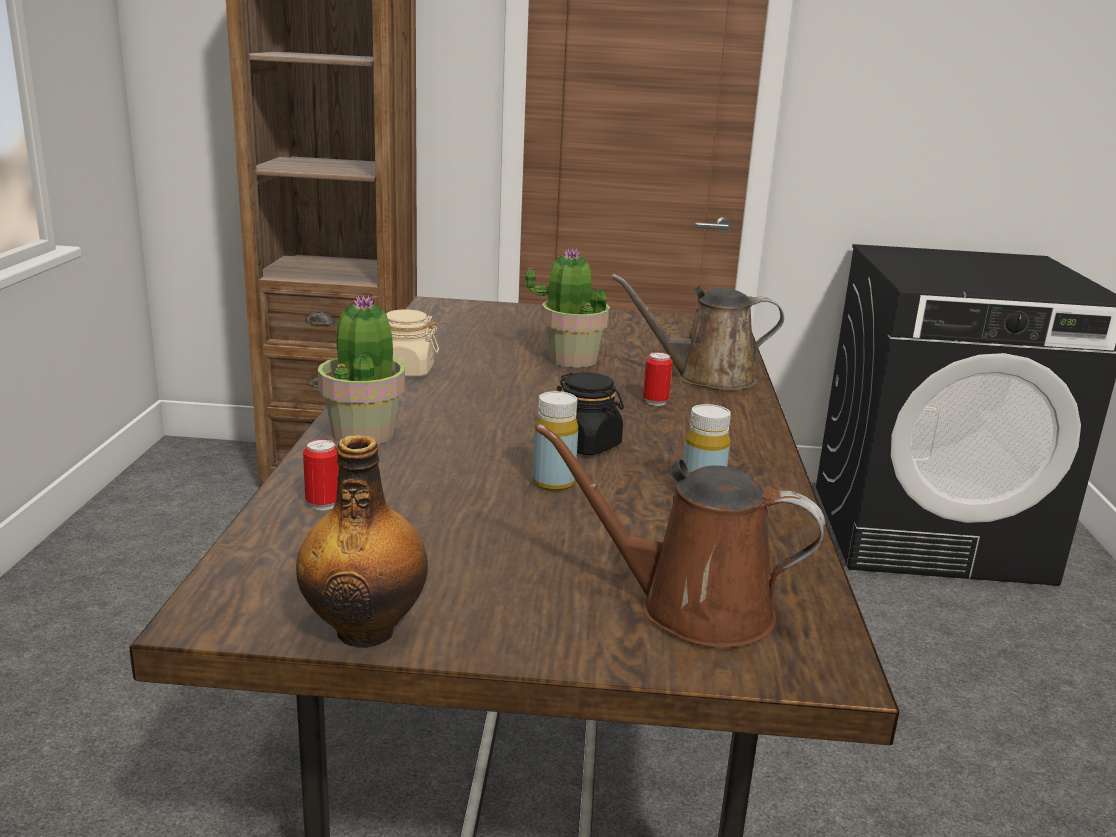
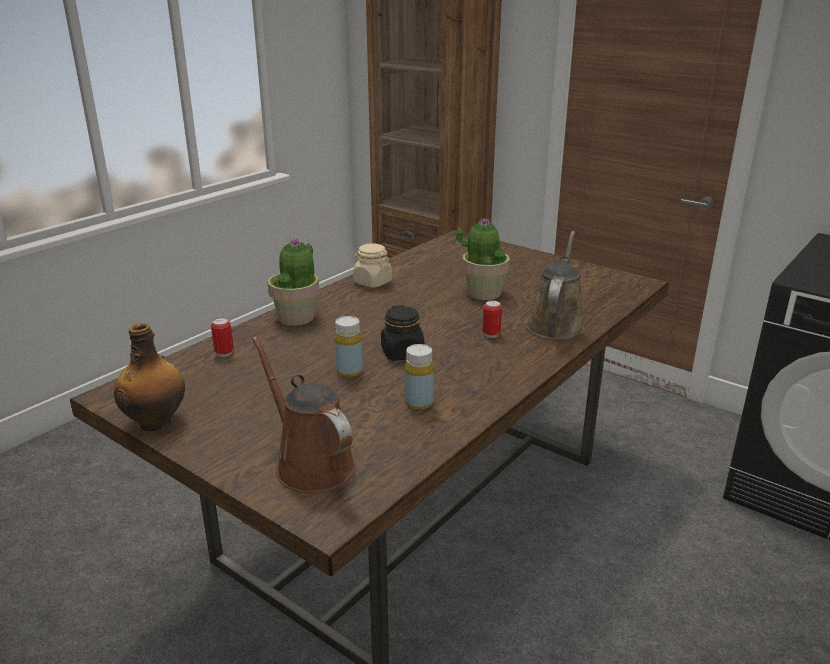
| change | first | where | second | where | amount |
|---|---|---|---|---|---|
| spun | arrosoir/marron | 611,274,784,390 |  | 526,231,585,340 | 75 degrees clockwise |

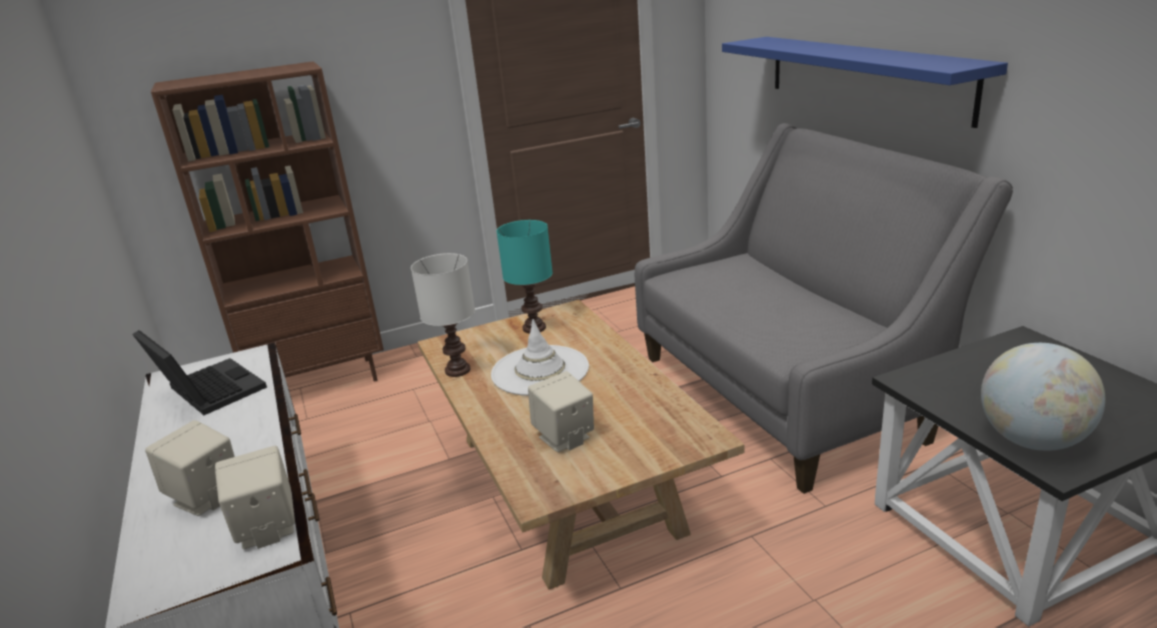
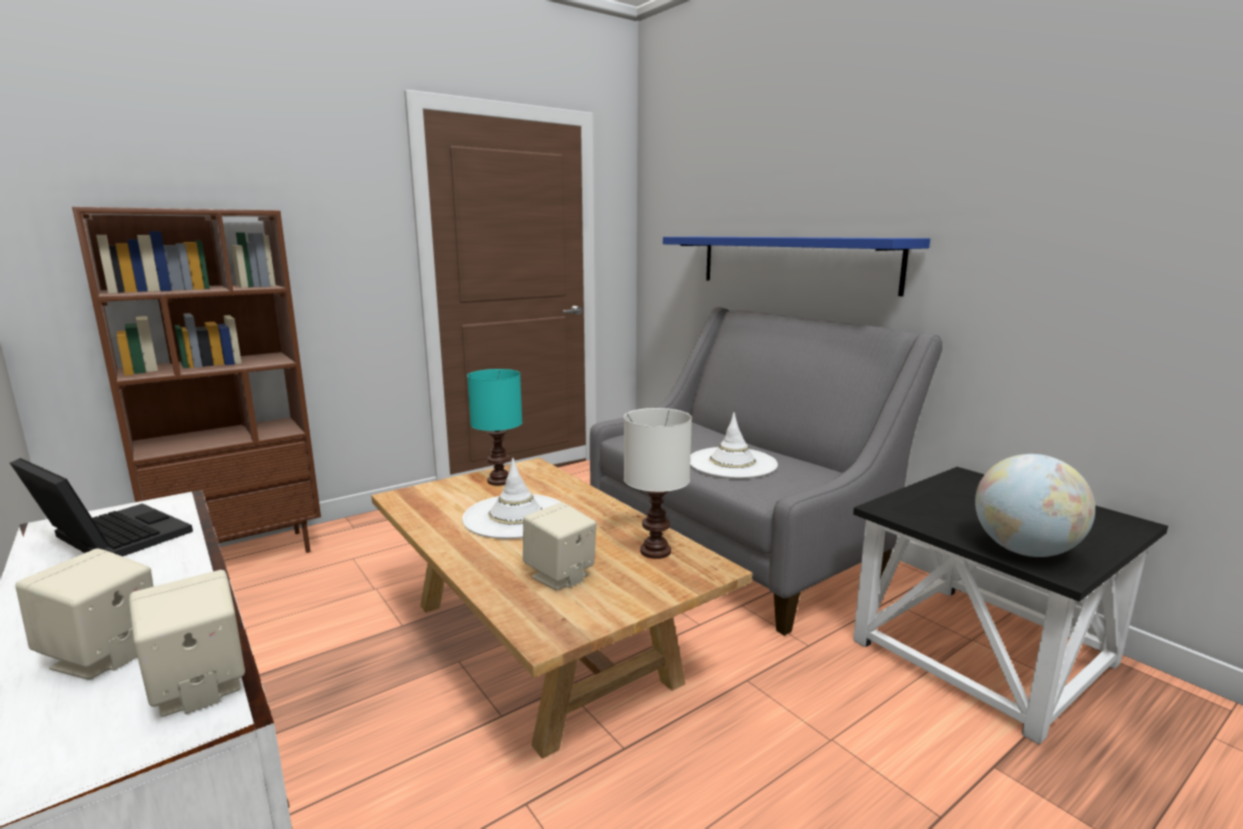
| change | first | where | second | where | amount |
|---|---|---|---|---|---|
| relocated | lampe de table/blanc | 411,253,475,377 |  | 624,408,692,559 |  |
| appeared |  |  | chapeau/blanc | 690,412,778,478 |  |

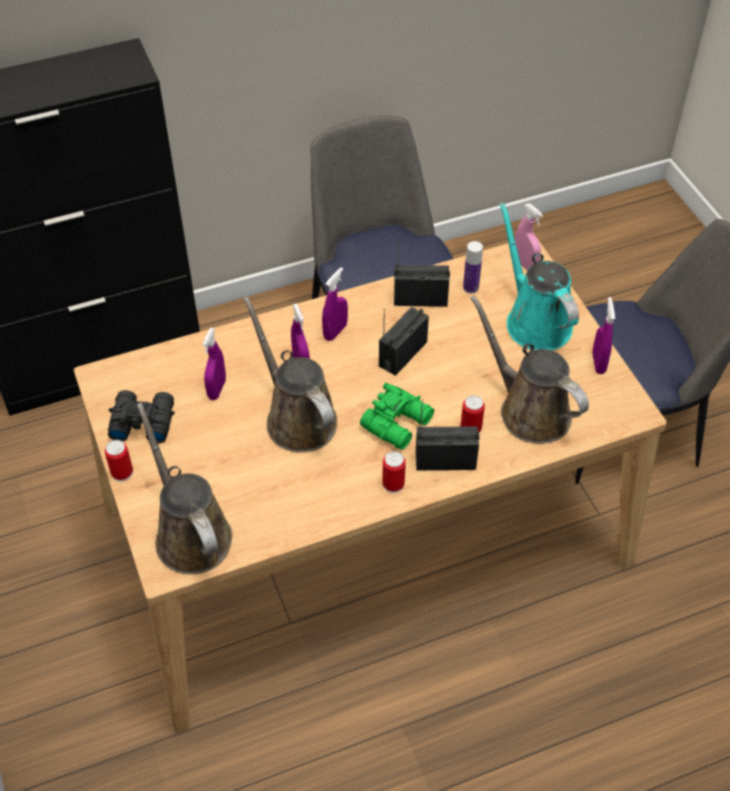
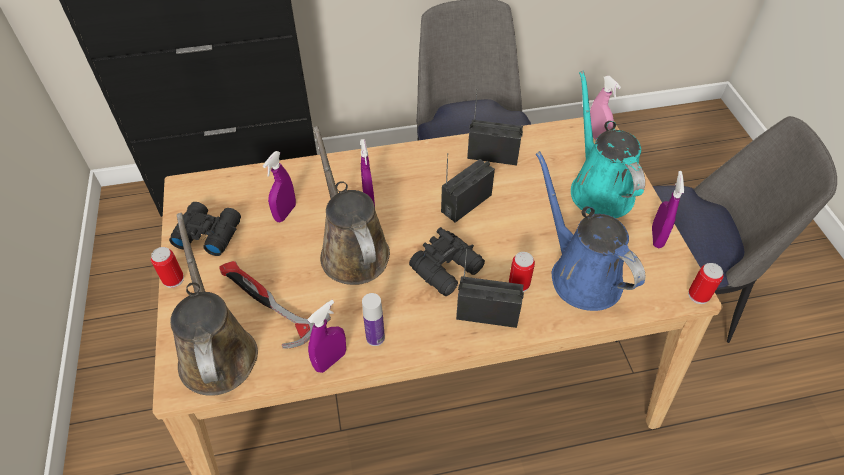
| change | first | where | second | where | amount |
|---|---|---|---|---|---|
| appeared |  |  | marteau | 219,261,331,349 |  |
| relocated | vaporisateur/violet | 322,267,348,341 |  | 307,300,346,373 |  |
| relocated | bouteille | 463,241,483,294 |  | 362,293,385,346 |  |
| colour | jumelles/vert | 360,382,434,450 | jumelles/noir | 409,227,485,296 |  |
| colour | arrosoir/marron | 470,295,589,444 | arrosoir/bleu | 536,151,645,311 |  |
| relocated | boîte métallique | 382,451,406,493 |  | 688,263,723,304 |  |

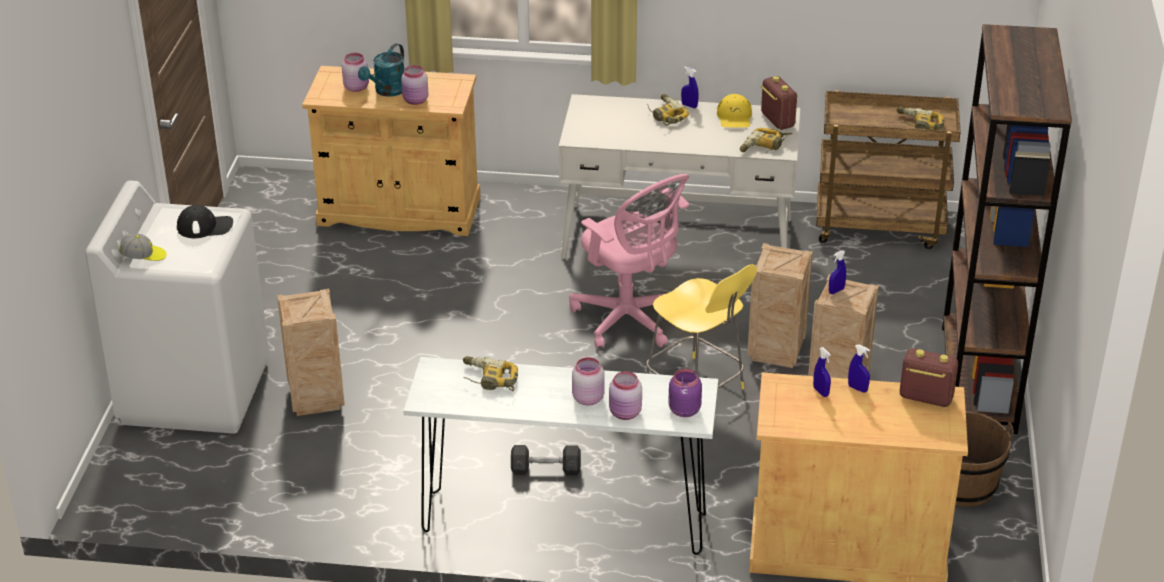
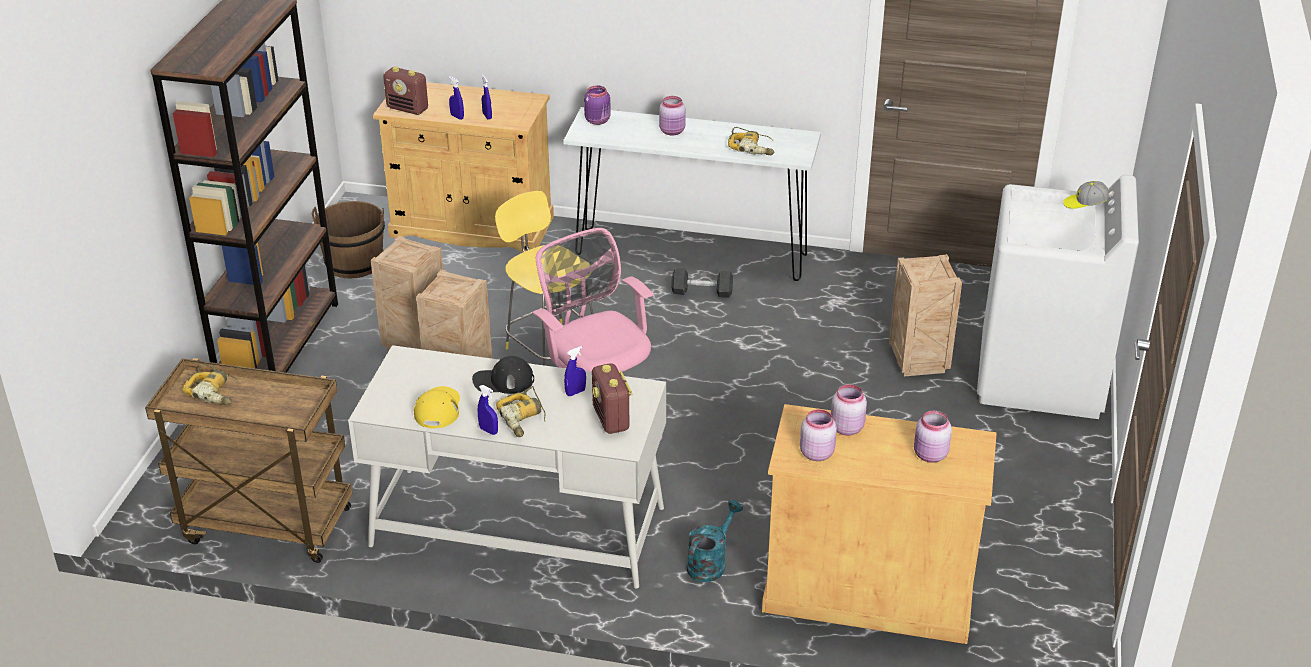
| change | first | where | second | where | amount |
|---|---|---|---|---|---|
| relocated | casquette/noir | 177,205,233,238 |  | 472,356,534,394 |  |
| relocated | vaporisateur/bleu | 829,250,846,294 |  | 564,346,586,396 |  |
| relocated | radio | 760,76,797,130 |  | 592,363,633,434 |  |
| relocated | arrosoir/turquoise | 358,43,404,97 |  | 687,500,743,582 |  |
| relocated | bocal/rose | 609,371,642,420 |  | 800,409,837,461 |  |
| missing | perceuse | 740,128,792,153 |  |  |  |

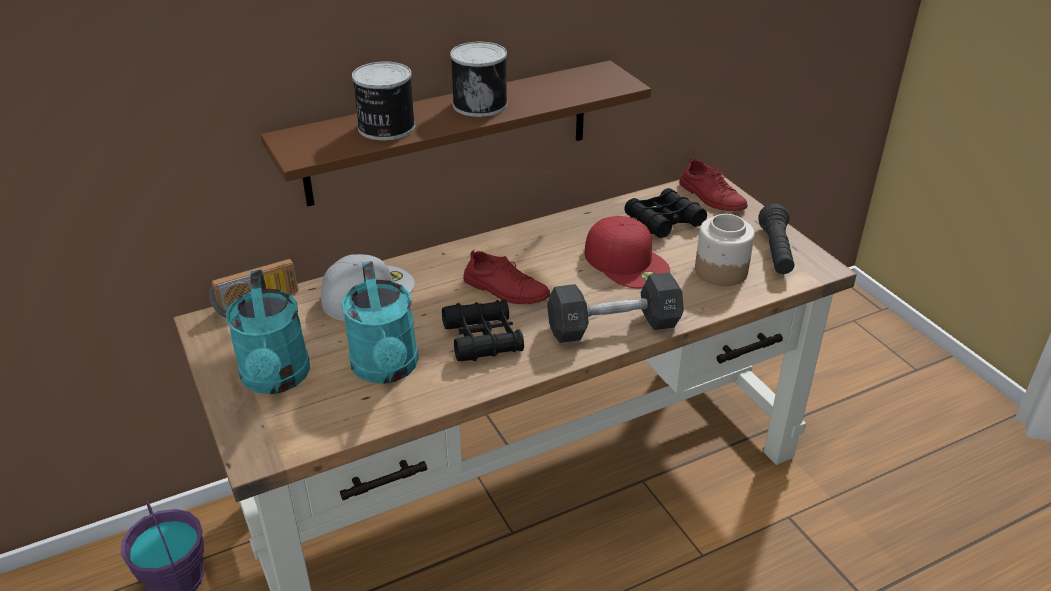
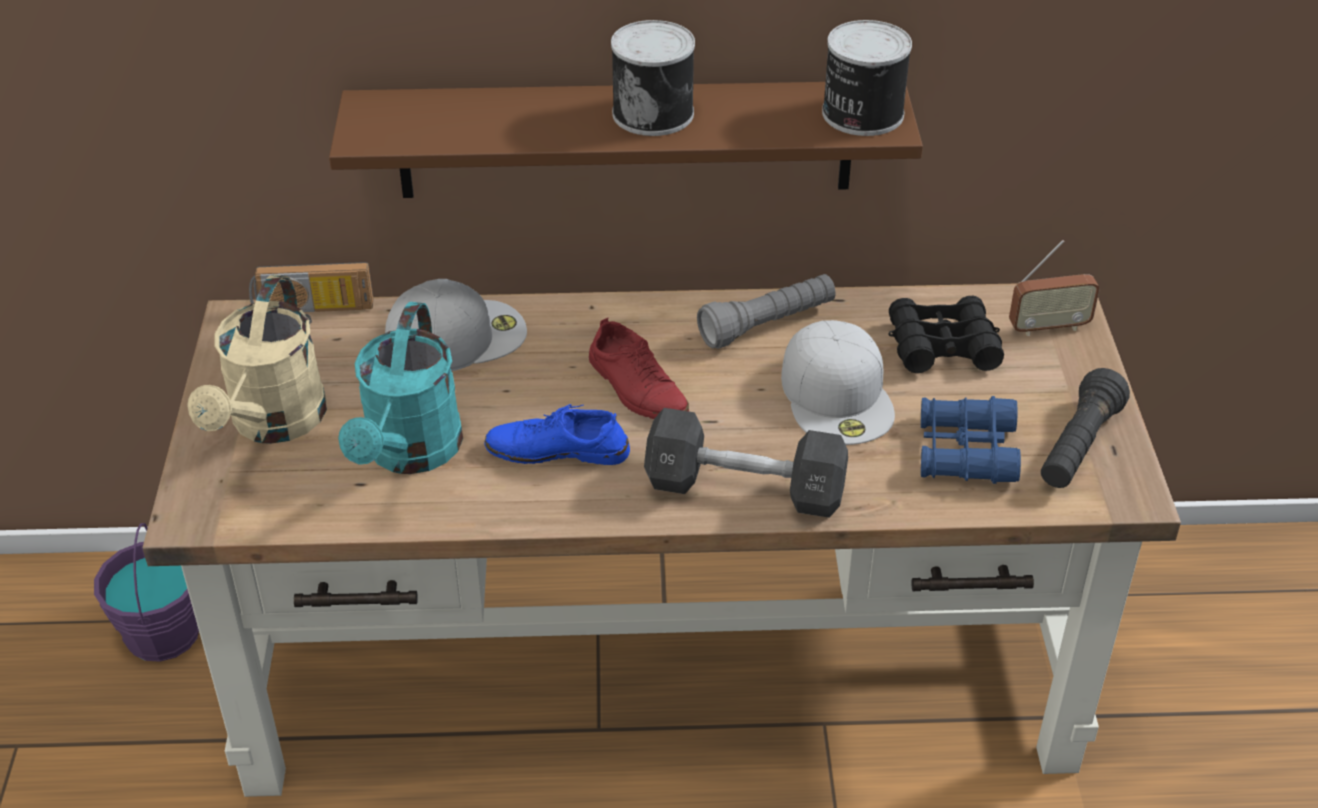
| change | first | where | second | where | amount |
|---|---|---|---|---|---|
| colour | arrosoir/turquoise | 226,270,310,394 | arrosoir/beige | 187,274,327,444 |  |
| exchanged | jumelles/noir | 442,299,524,361 | chaussure/bleu | 484,404,630,465 |  |
| appeared |  |  | lampe de poche/gris | 697,274,835,349 |  |
| colour | casquette/rouge | 585,216,670,288 | casquette/blanc | 781,320,895,445 |  |
| relocated | boîte métallique | 352,62,415,141 |  | 822,20,912,136 |  |
| exchanged | bocal | 695,214,755,286 | jumelles/bleu | 921,396,1021,484 |  |
| exchanged | chaussure/rouge | 679,157,748,211 | radio | 1009,240,1100,336 |  |

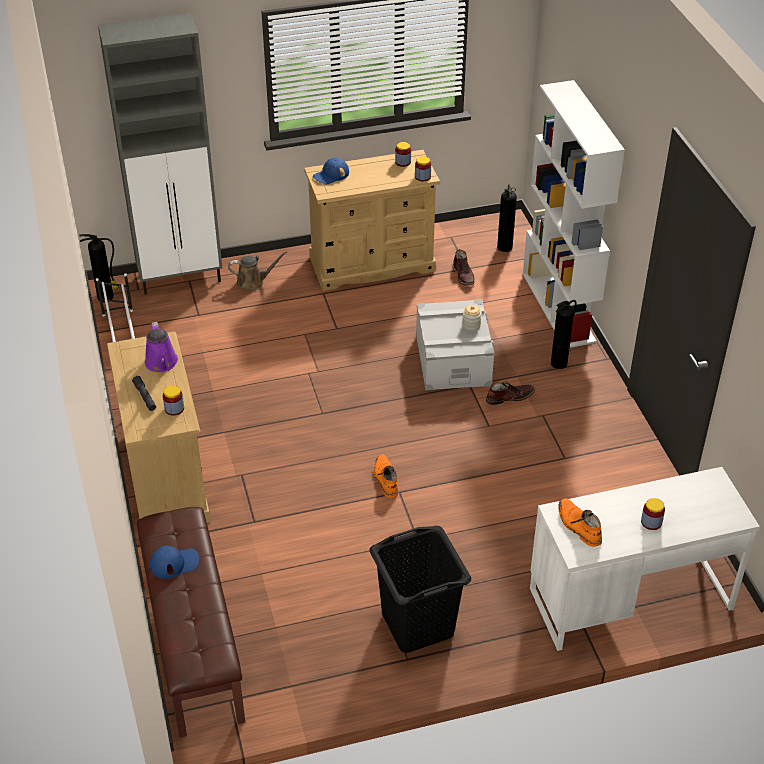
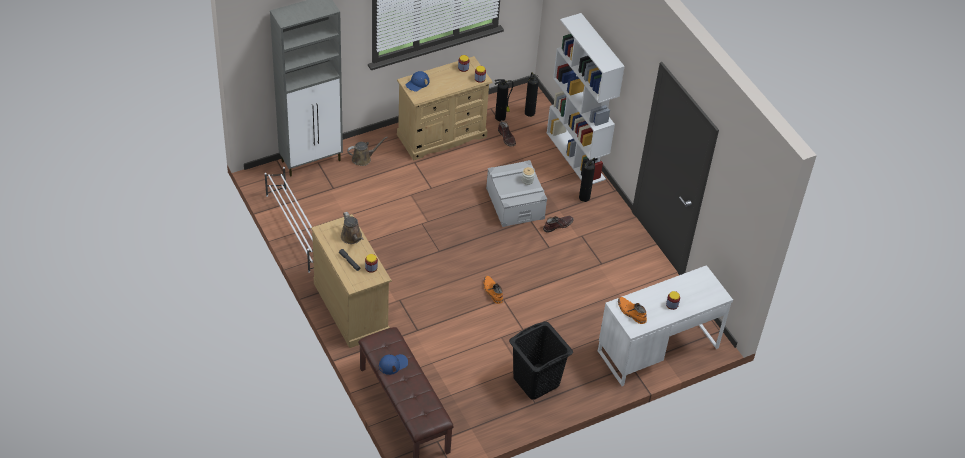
| change | first | where | second | where | amount |
|---|---|---|---|---|---|
| colour | arrosoir/violet | 145,322,178,372 | arrosoir/marron | 341,212,364,244 |  |
| relocated | extincteur | 79,234,119,302 |  | 494,79,513,121 |  |

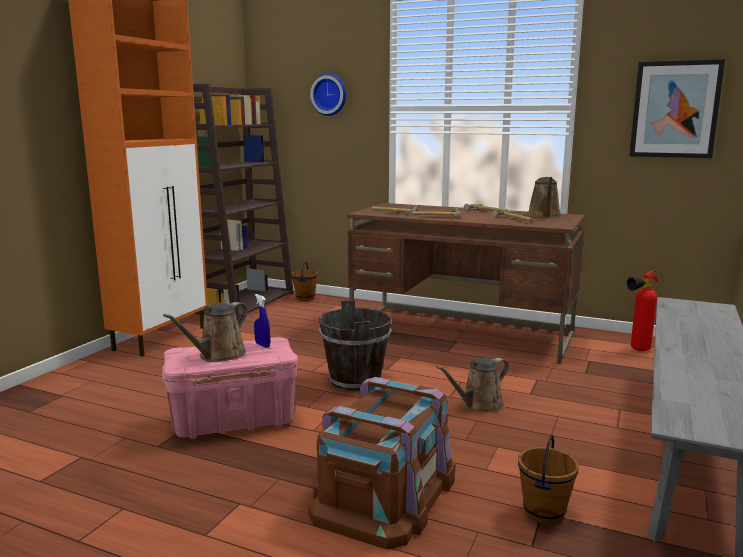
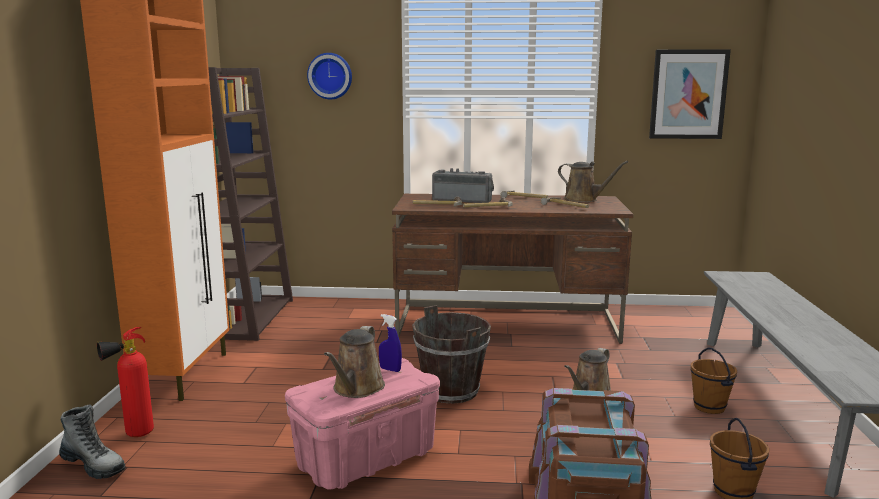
| change | first | where | second | where | amount |
|---|---|---|---|---|---|
| appeared |  |  | botte | 59,405,126,479 |  |
| relocated | extincteur | 627,270,657,351 |  | 97,327,154,437 |  |
| appeared |  |  | radio | 432,168,494,203 |  |
| spun | arrosoir/marron | 527,177,561,218 |  | 558,161,628,202 | 45 degrees counterclockwise |
| relocated | seau/marron | 291,261,318,301 |  | 690,348,737,414 |  |

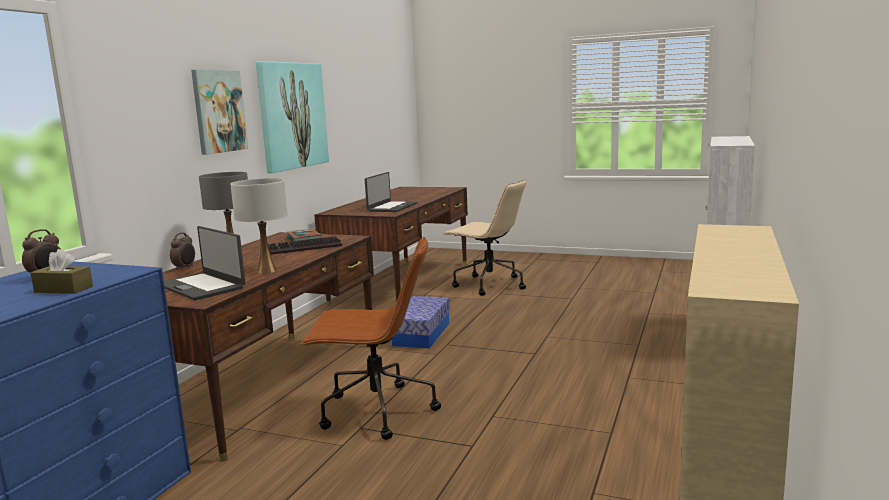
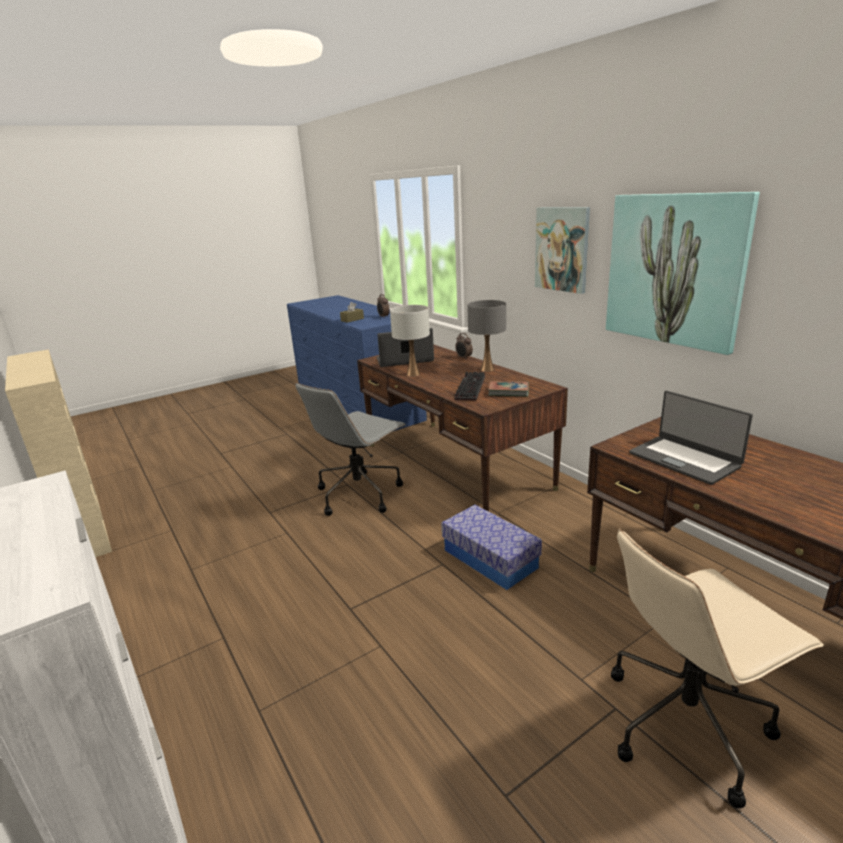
| change | first | where | second | where | amount |
|---|---|---|---|---|---|
| colour | chaise de bureau/marron | 301,237,441,440 | chaise de bureau/gris | 296,383,406,516 |  |

